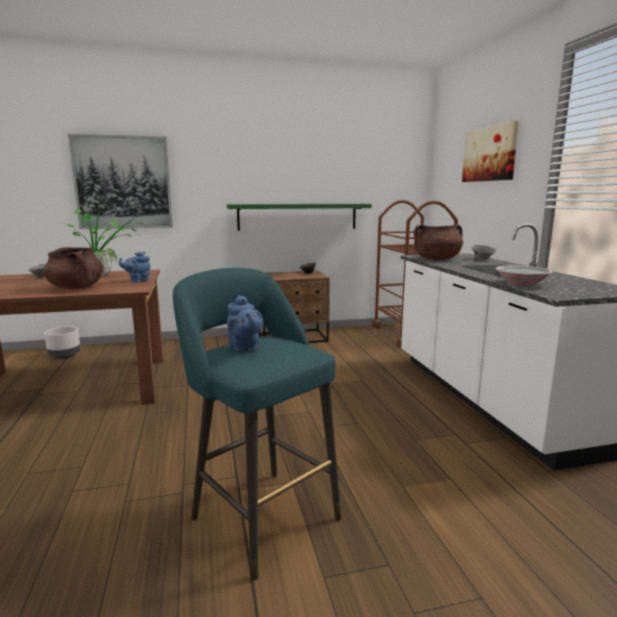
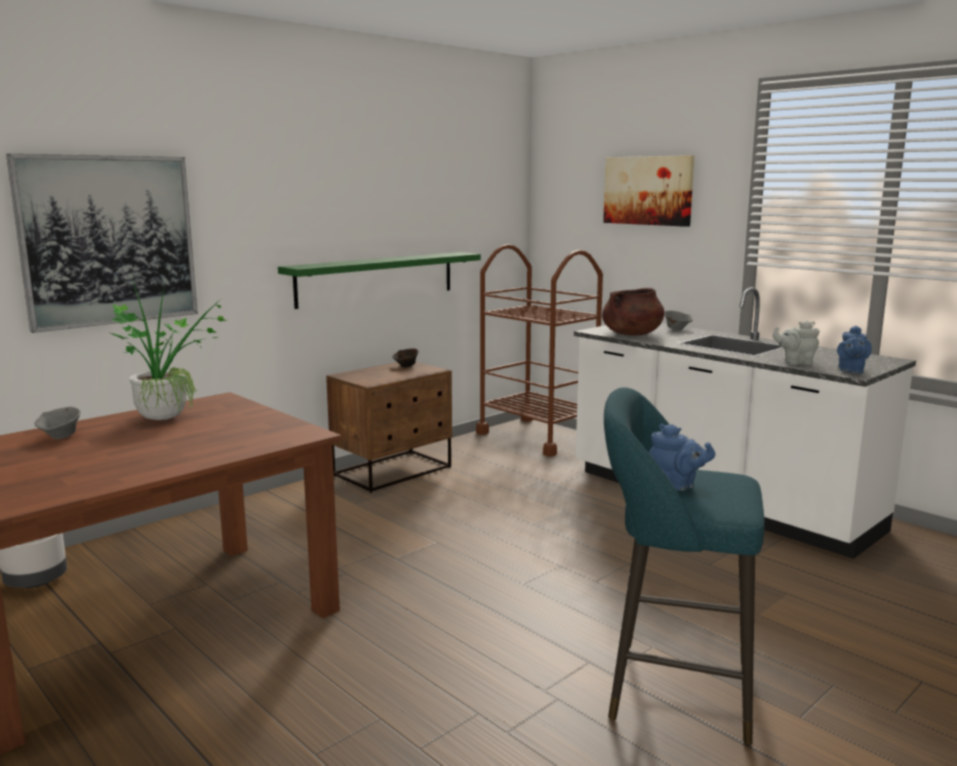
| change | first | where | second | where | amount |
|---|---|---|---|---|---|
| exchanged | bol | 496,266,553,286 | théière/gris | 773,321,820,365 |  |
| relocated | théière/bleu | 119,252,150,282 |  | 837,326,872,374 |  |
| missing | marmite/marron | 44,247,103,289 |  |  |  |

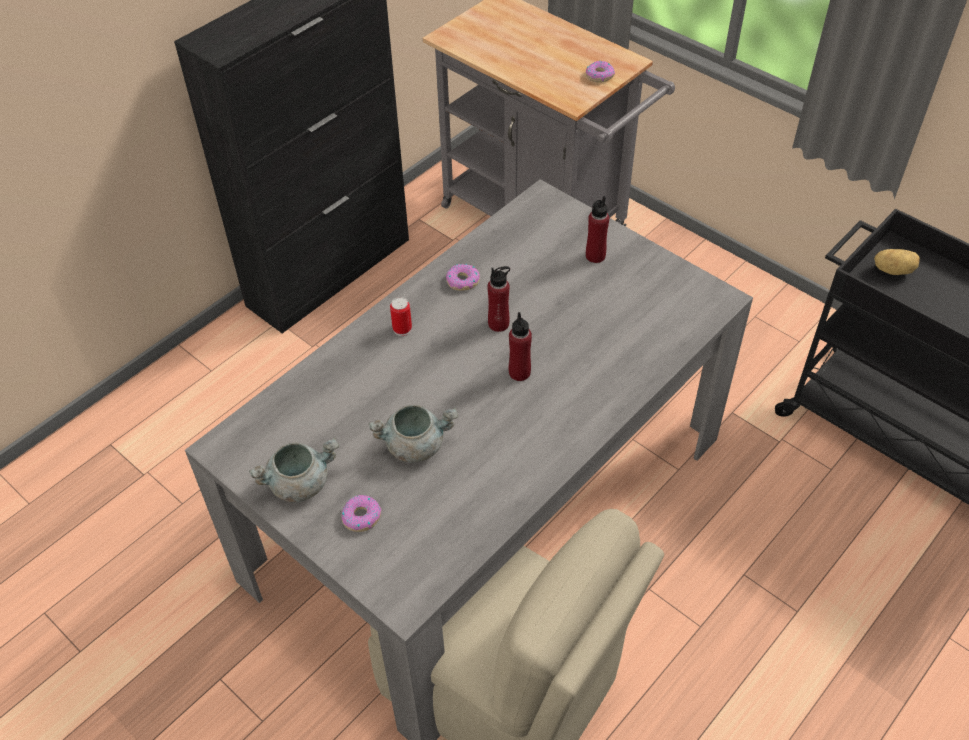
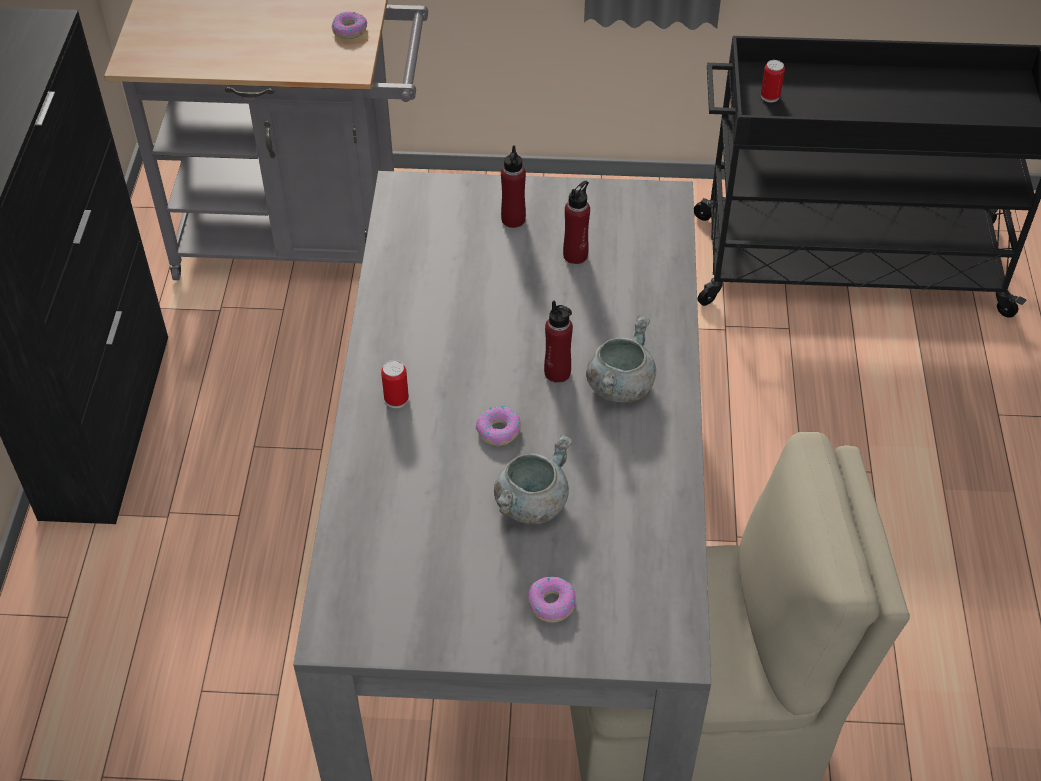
| change | first | where | second | where | amount |
|---|---|---|---|---|---|
| relocated | beignet | 446,264,480,291 |  | 476,406,521,446 |  |
| relocated | bouteille/rouge | 487,266,510,332 |  | 563,181,590,264 |  |
| relocated | marmite/gris | 249,438,339,503 |  | 586,315,656,403 |  |
| exchanged | pomme de terre | 874,249,920,275 | boîte métallique | 761,60,785,102 |  |

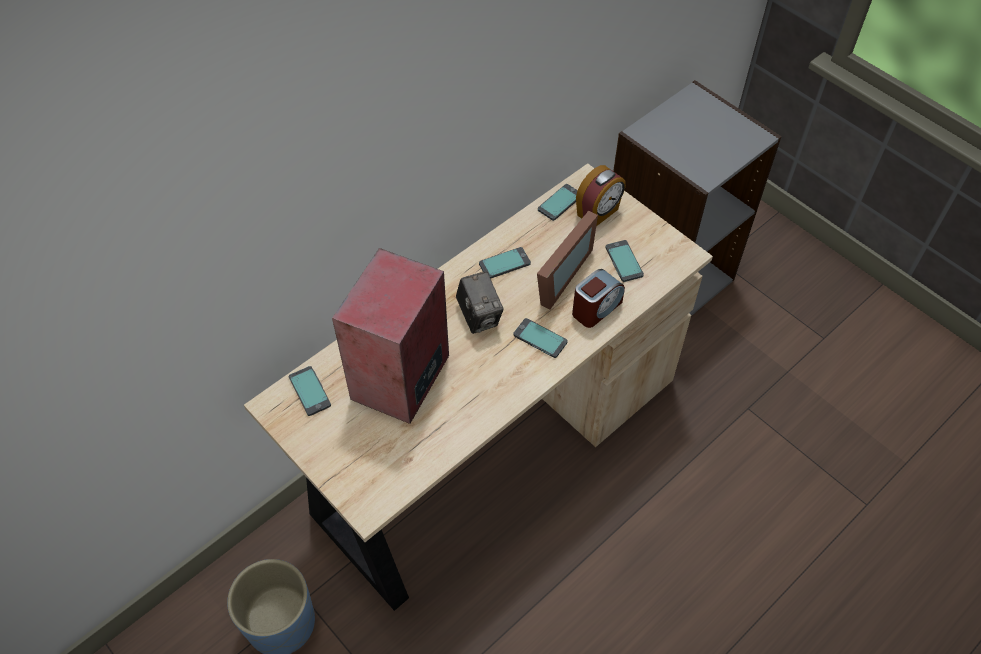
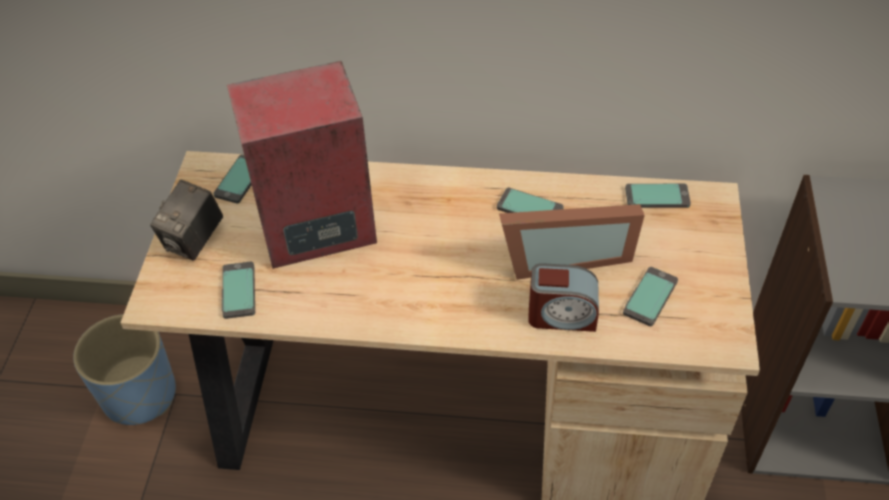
| change | first | where | second | where | amount |
|---|---|---|---|---|---|
| relocated | appareil photo | 456,271,504,334 |  | 150,180,223,261 |  |
| relocated | téléphone | 513,318,568,358 |  | 222,262,255,319 |  |
| missing | réveil | 576,165,626,226 |  |  |  |

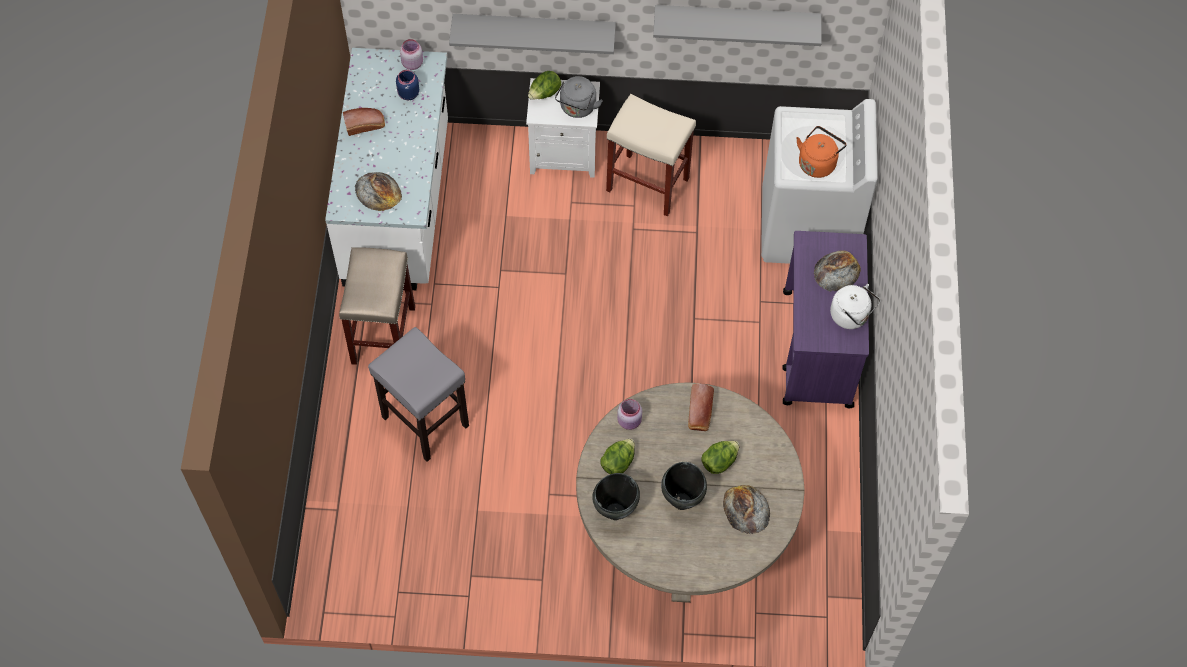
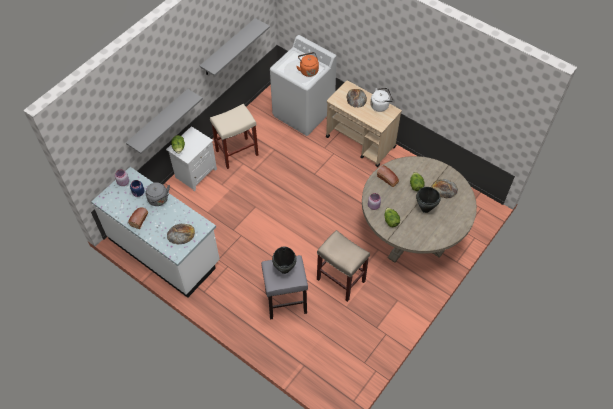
| change | first | where | second | where | amount |
|---|---|---|---|---|---|
| relocated | bouilloire/gris | 555,76,603,118 |  | 146,182,170,206 |  |
| relocated | marmite/noir | 592,473,640,520 |  | 272,246,297,274 |  |
| relocated | tabouret/beige | 339,247,415,365 |  | 317,230,370,302 |  |
| colour | chariot/violet | 783,231,869,408 | chariot/beige | 326,80,402,167 |  |

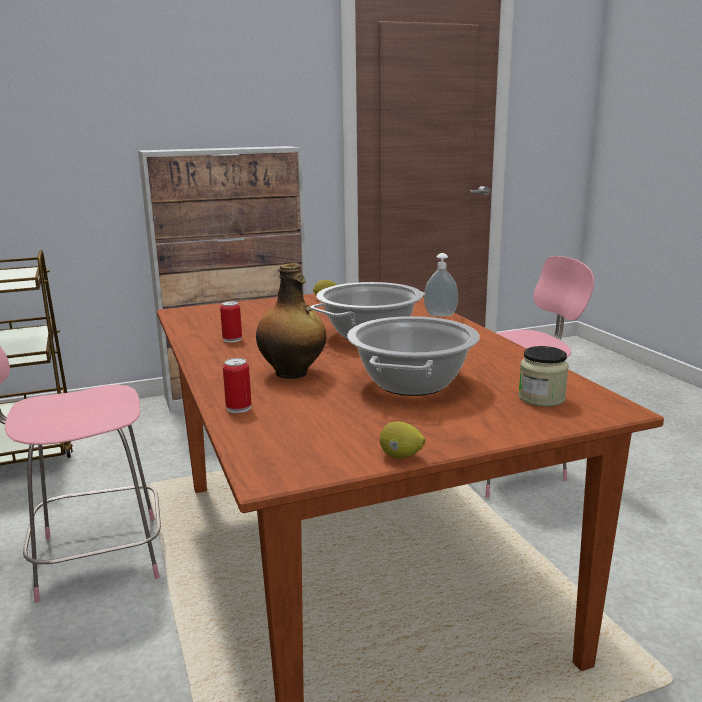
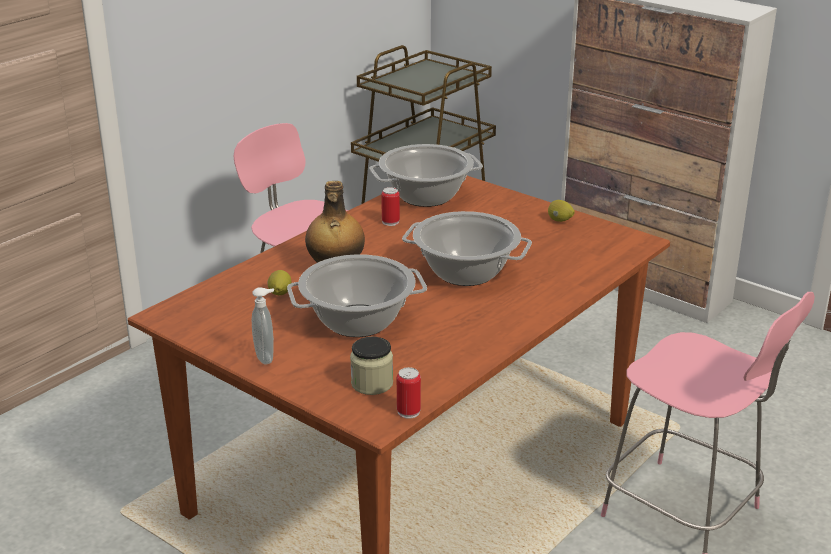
| change | first | where | second | where | amount |
|---|---|---|---|---|---|
| relocated | distributeur de savon | 424,253,458,317 |  | 252,287,274,364 |  |
| relocated | citron | 380,421,425,458 |  | 267,270,292,295 |  |
| appeared |  |  | marmite | 369,144,483,207 |  |
| relocated | boîte métallique | 223,358,251,413 |  | 397,367,421,419 |  |

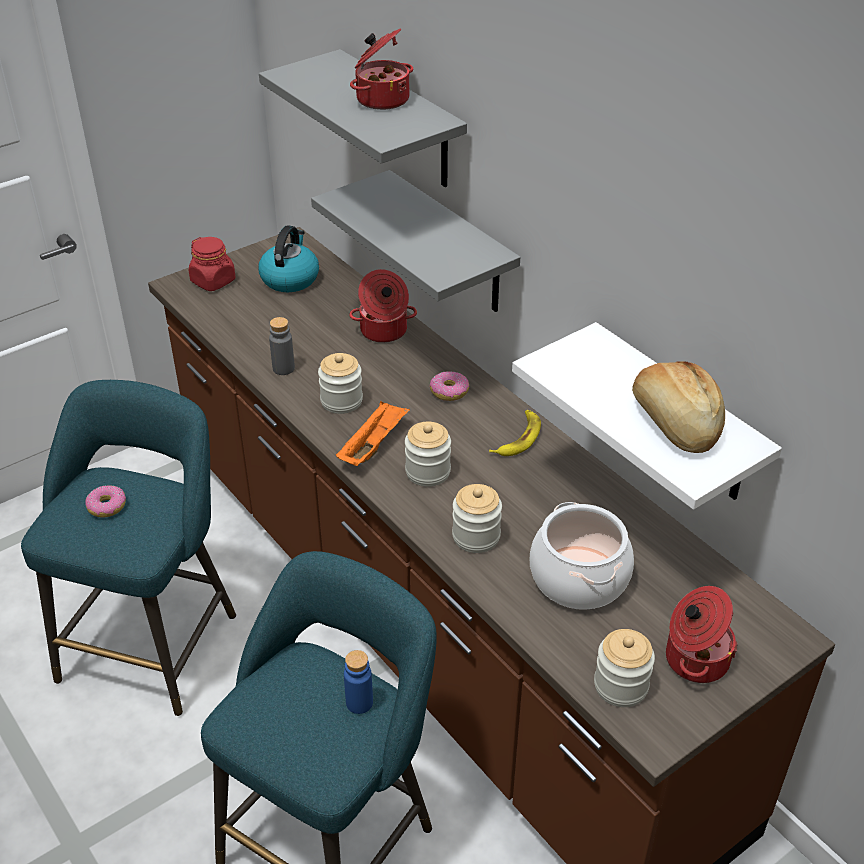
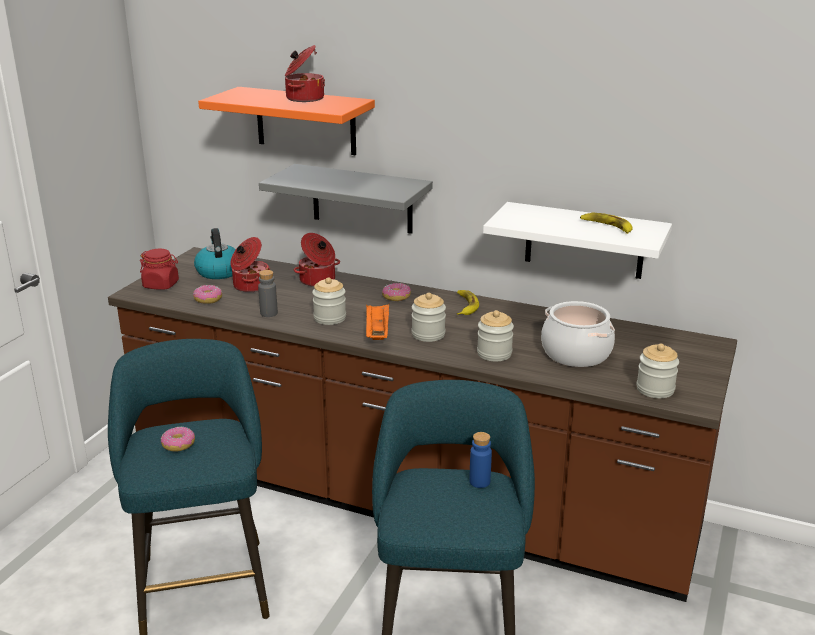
| change | first | where | second | where | amount |
|---|---|---|---|---|---|
| appeared |  |  | beignet | 193,285,222,304 |  |
| colour | étagère/gris | 259,49,467,187 | étagère/orange | 198,87,375,155 |  |
| relocated | marmite | 666,586,738,683 |  | 230,237,270,292 |  |
| exchanged | pain | 632,362,725,453 | banane | 580,213,633,234 |  |

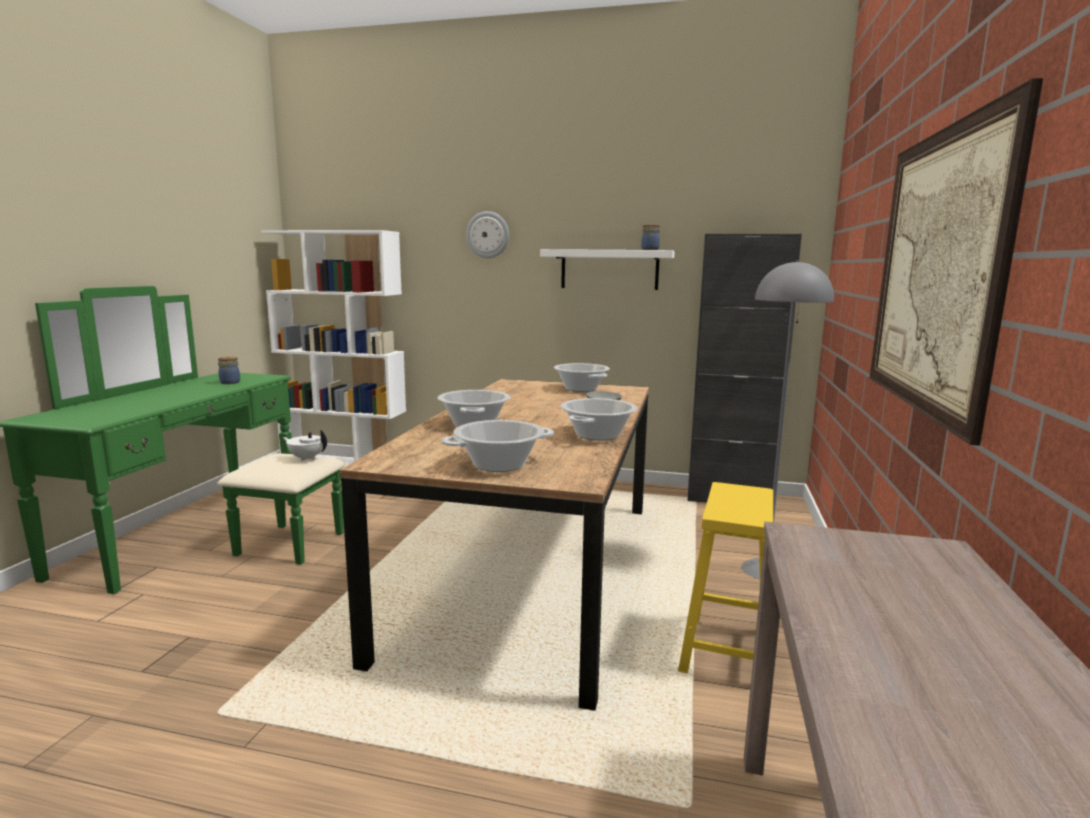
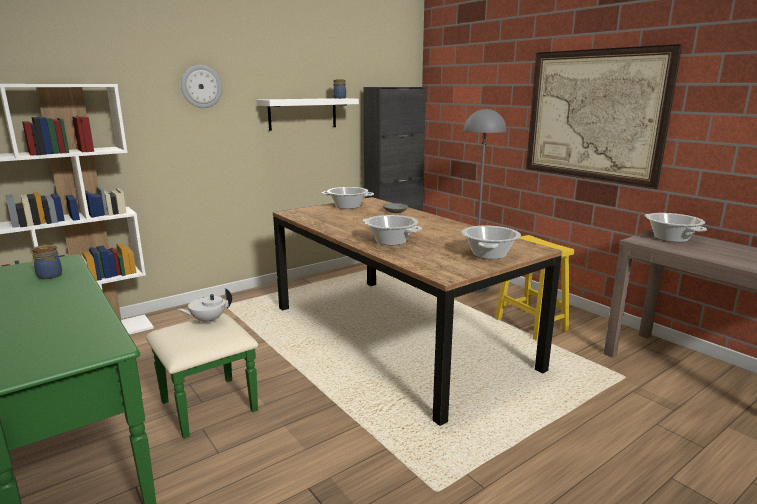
| change | first | where | second | where | amount |
|---|---|---|---|---|---|
| relocated | marmite | 561,398,638,441 |  | 645,213,707,242 |  |

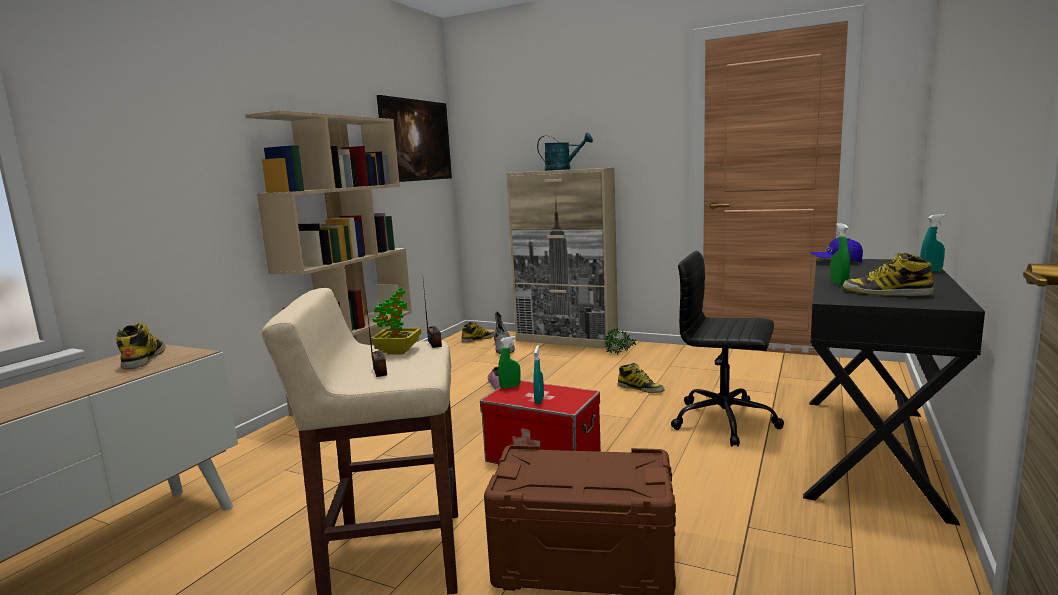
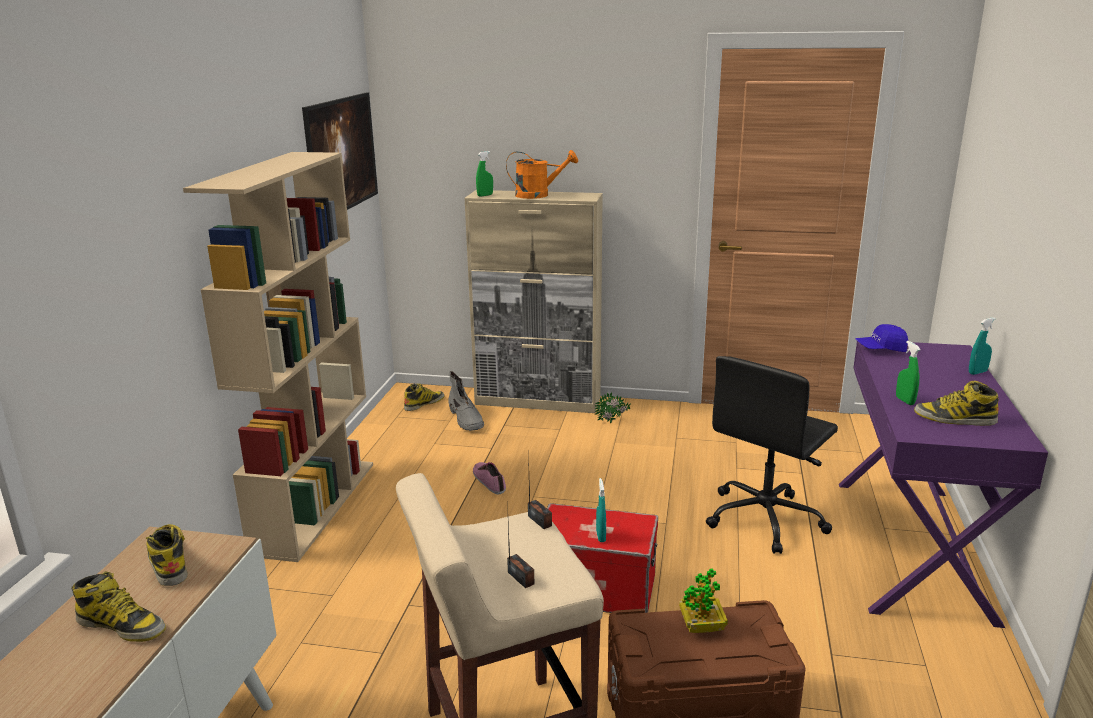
| change | first | where | second | where | amount |
|---|---|---|---|---|---|
| relocated | botte | 617,363,665,393 |  | 71,571,166,642 |  |
| relocated | vaporisateur/vert | 498,336,521,389 |  | 476,151,493,197 |  |
| colour | arrosoir/turquoise | 537,132,593,171 | arrosoir/orange | 506,150,578,199 |  |
| relocated | plante en pot | 371,288,421,355 |  | 679,568,728,633 |  |
| spun | chaise de bureau/noir | 671,251,784,447 |  | 706,356,838,554 | 60 degrees counterclockwise |
| colour | bureau/noir | 803,258,985,526 | bureau/violet | 839,341,1048,628 |  |

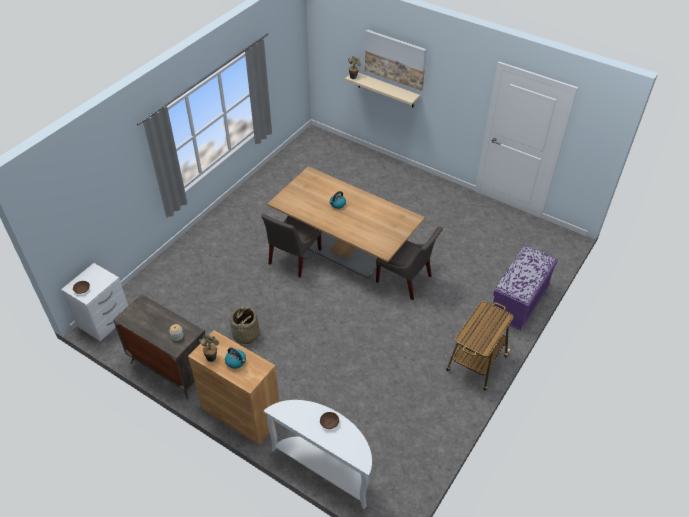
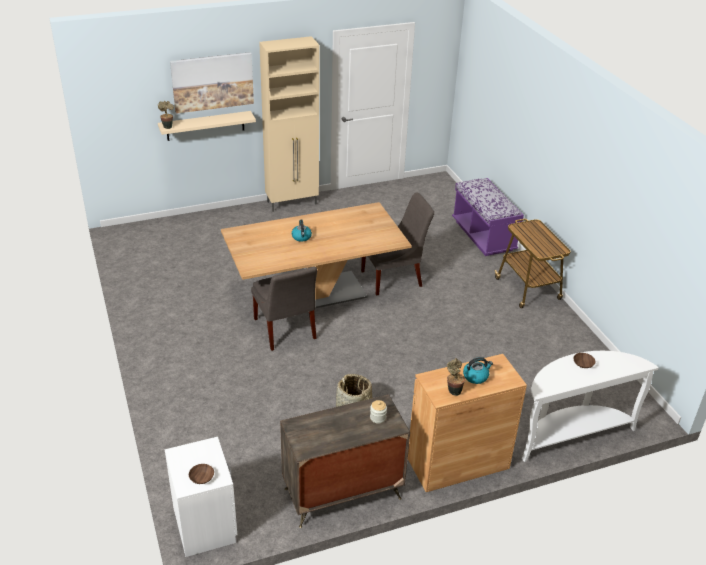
| change | first | where | second | where | amount |
|---|---|---|---|---|---|
| appeared |  |  | meuble de rangement/beige | 259,36,320,212 |  |

